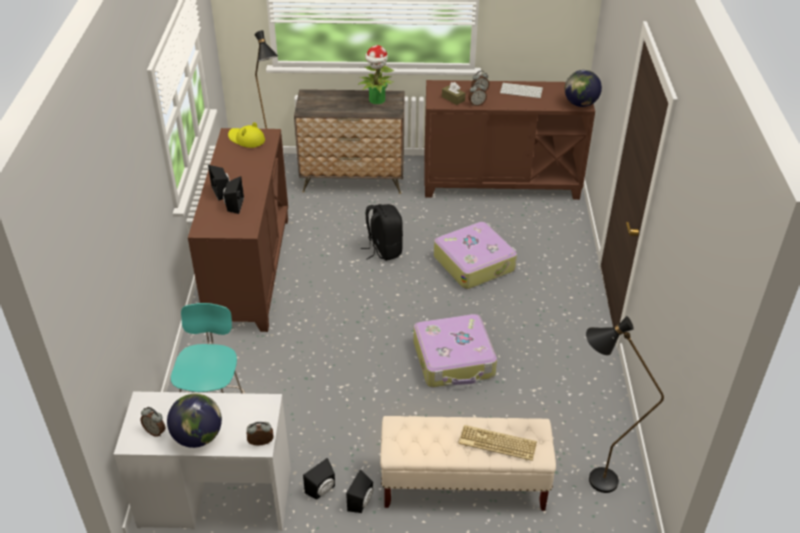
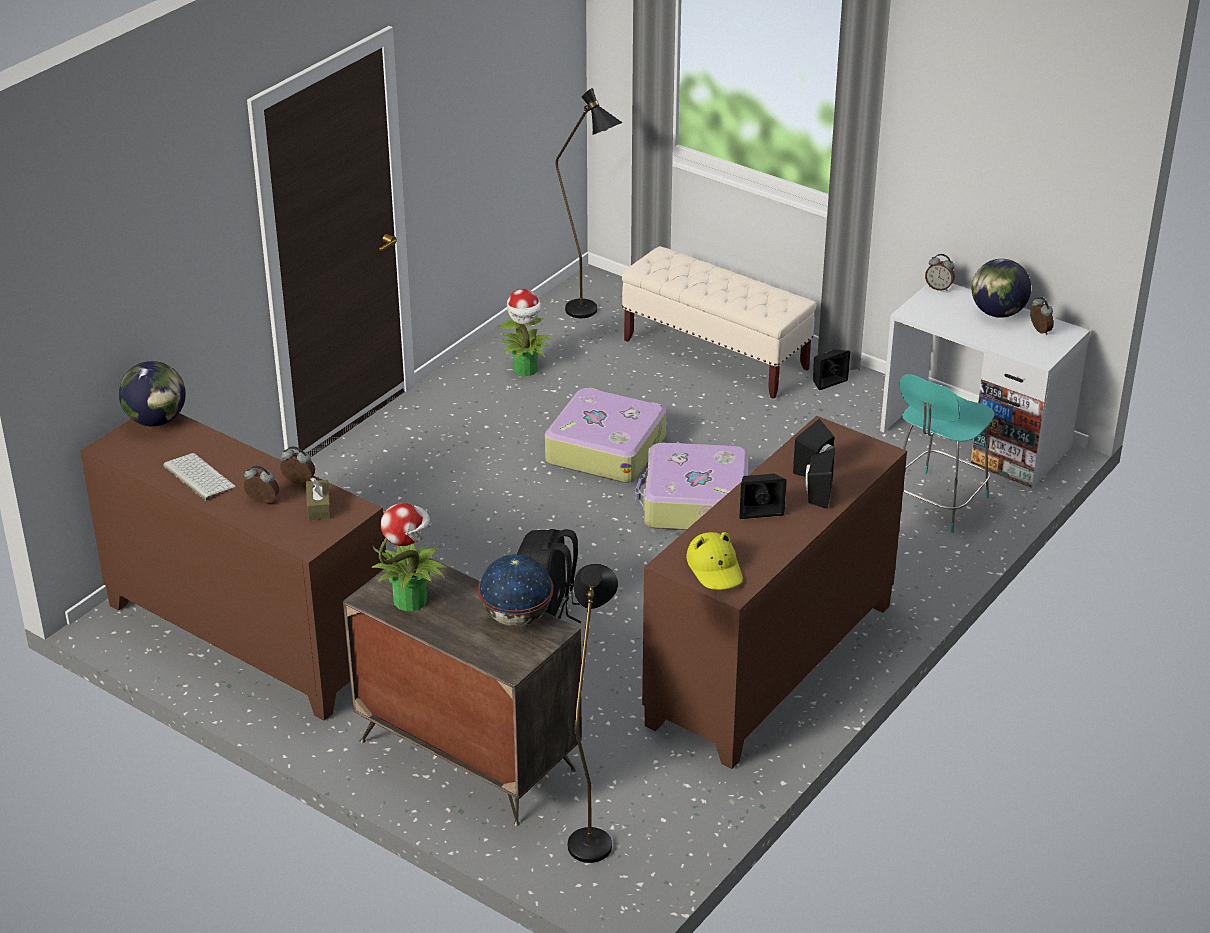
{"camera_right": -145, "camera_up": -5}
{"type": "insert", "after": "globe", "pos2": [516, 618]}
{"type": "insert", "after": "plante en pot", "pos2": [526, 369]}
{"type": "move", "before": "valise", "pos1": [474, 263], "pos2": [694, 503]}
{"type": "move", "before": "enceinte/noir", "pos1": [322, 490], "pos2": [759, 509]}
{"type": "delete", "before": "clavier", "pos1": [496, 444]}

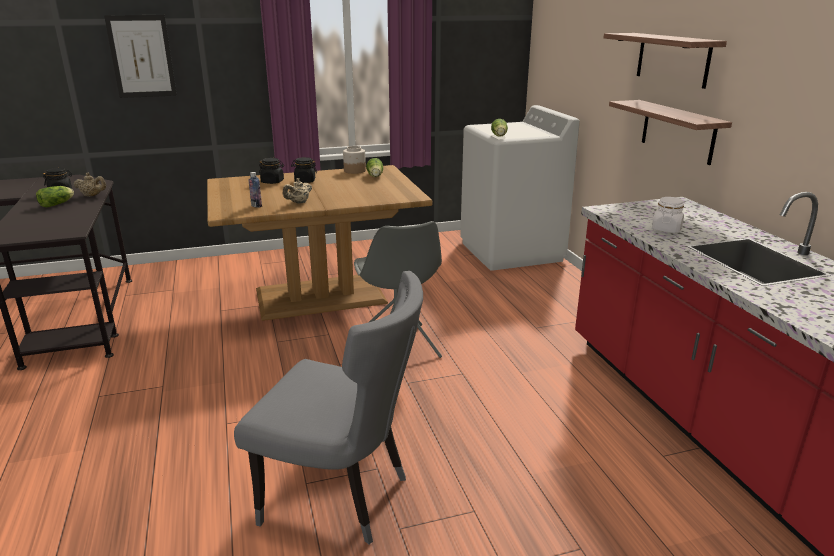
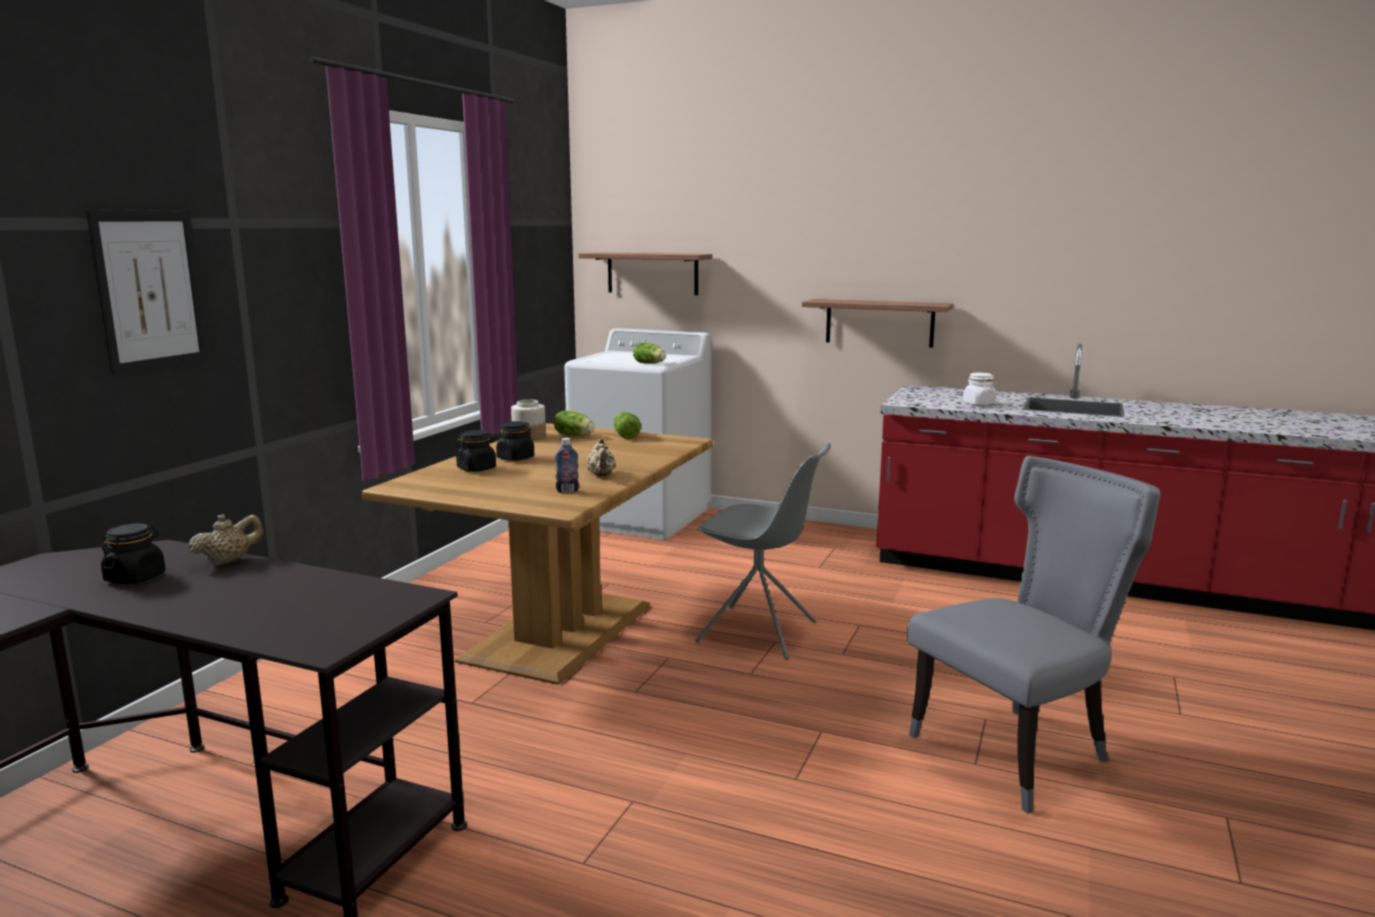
{"camera_right": -50, "camera_up": -10}
{"type": "move", "before": "étagère", "pos1": [672, 59], "pos2": [652, 273]}
{"type": "move", "before": "laitue", "pos1": [58, 204], "pos2": [625, 435]}

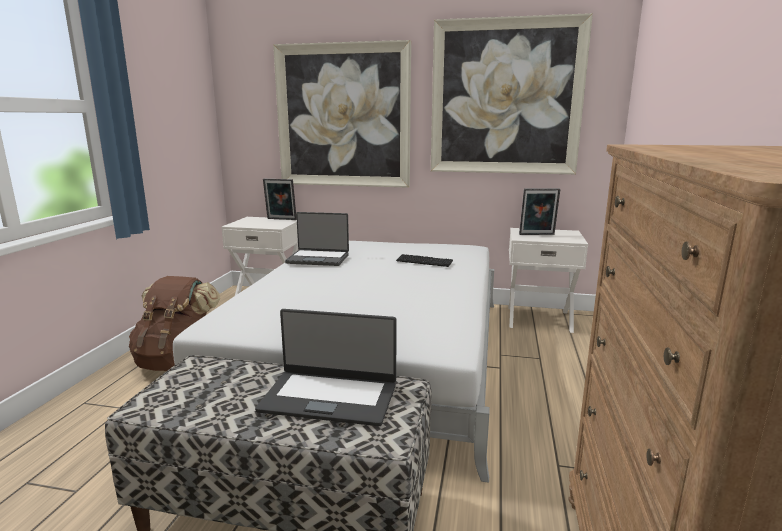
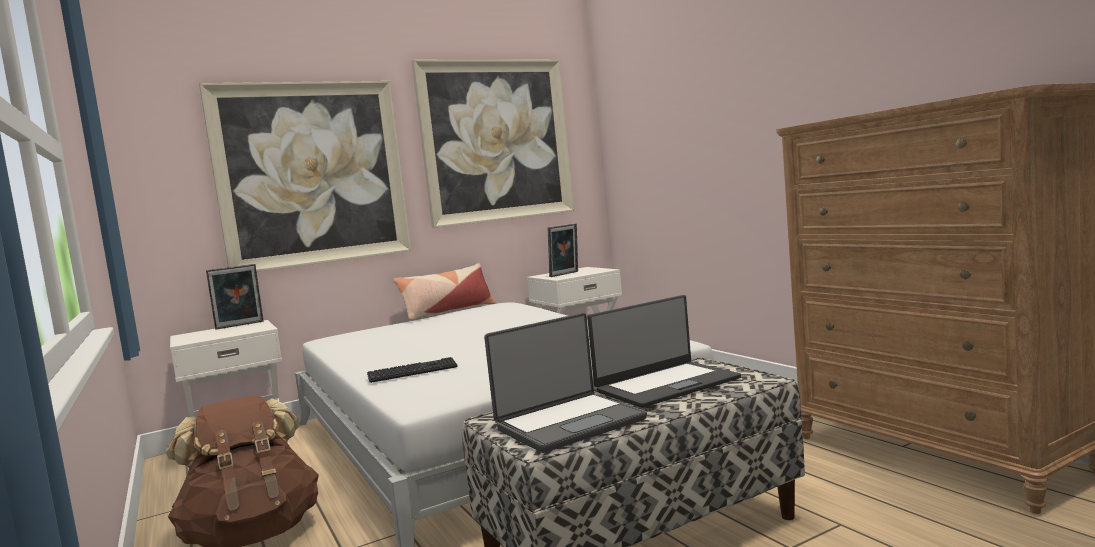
{"camera_right": -40, "camera_up": -10}
{"type": "move", "before": "clavier", "pos1": [424, 262], "pos2": [412, 372]}
{"type": "insert", "after": "coussin", "pos2": [448, 311]}
{"type": "move", "before": "ordinateur portable", "pos1": [318, 259], "pos2": [568, 423]}

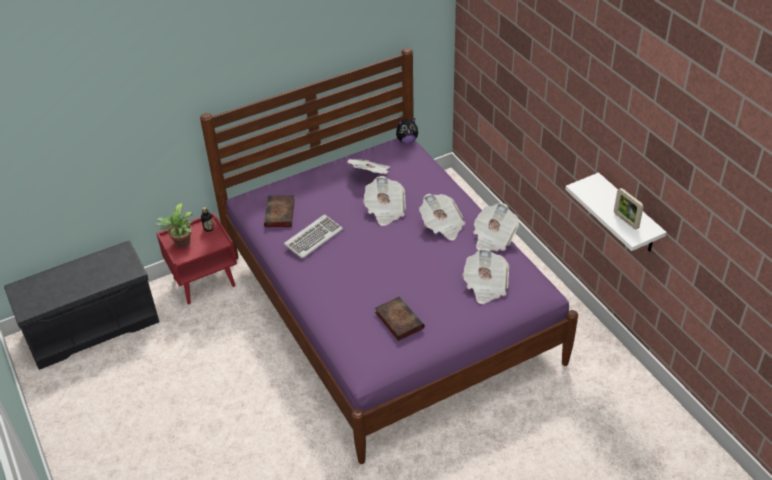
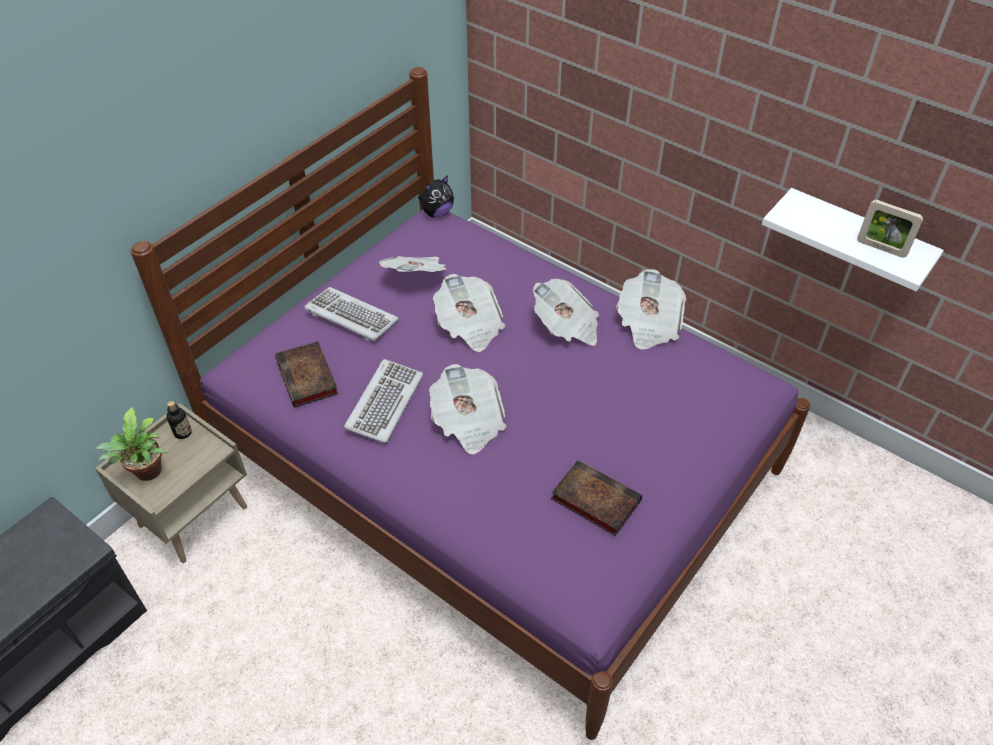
{"camera_right": -25, "camera_up": 5}
{"type": "recolor", "before": "table de chevet/rouge", "after": "table de chevet/beige", "pos1": [204, 281], "pos2": [193, 515]}
{"type": "insert", "after": "clavier", "pos2": [350, 317]}
{"type": "move", "before": "journal", "pos1": [485, 286], "pos2": [468, 422]}

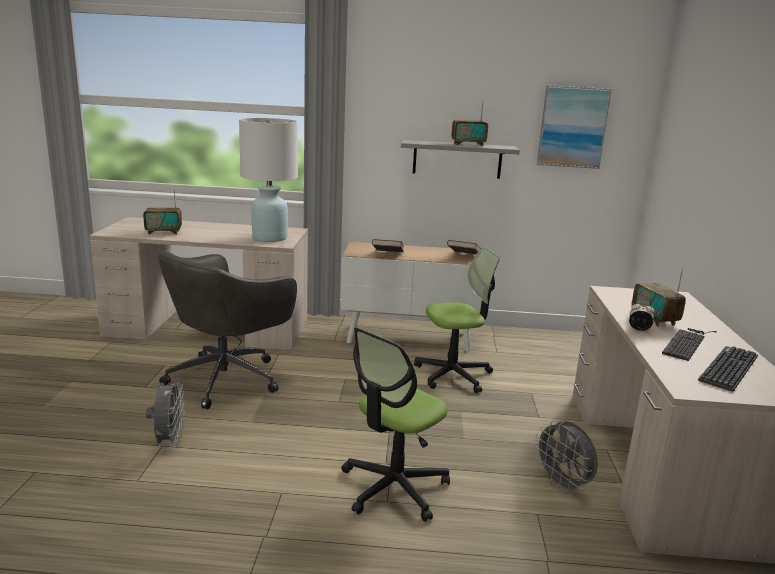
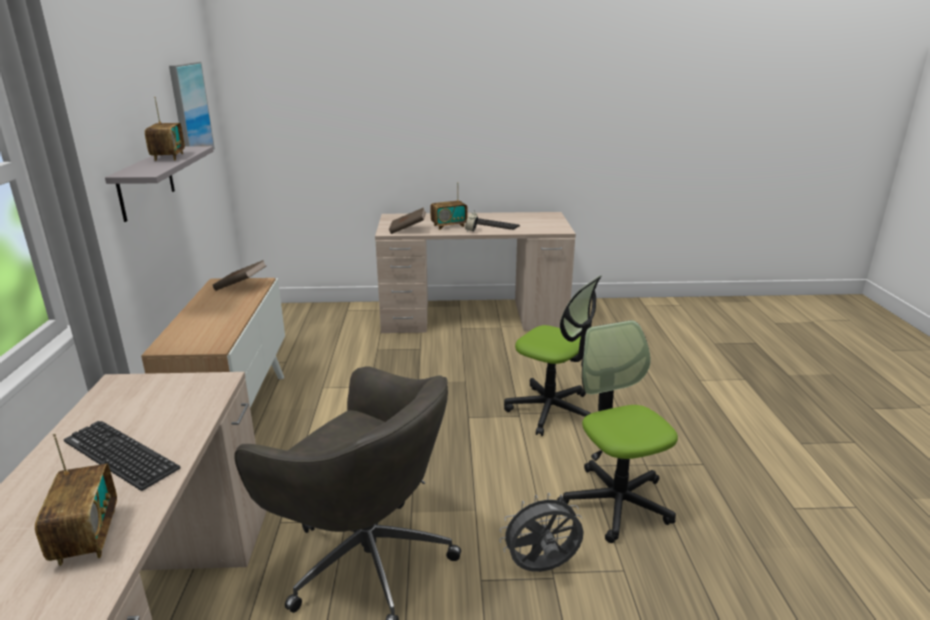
{"camera_right": -95, "camera_up": 5}
{"type": "move", "before": "clavier", "pos1": [728, 368], "pos2": [120, 455]}
{"type": "move", "before": "livre/marron", "pos1": [387, 255], "pos2": [408, 230]}
{"type": "move", "before": "chaise de bureau", "pos1": [453, 374], "pos2": [616, 502]}
{"type": "delete", "before": "lampe de table/blanc", "pos1": [270, 238]}
{"type": "delete", "before": "ventilateur/gris", "pos1": [562, 485]}

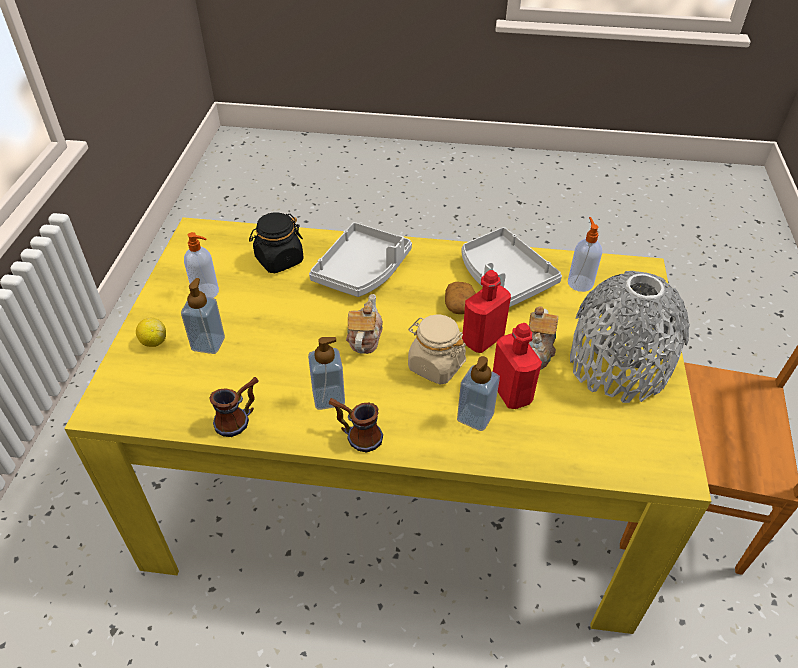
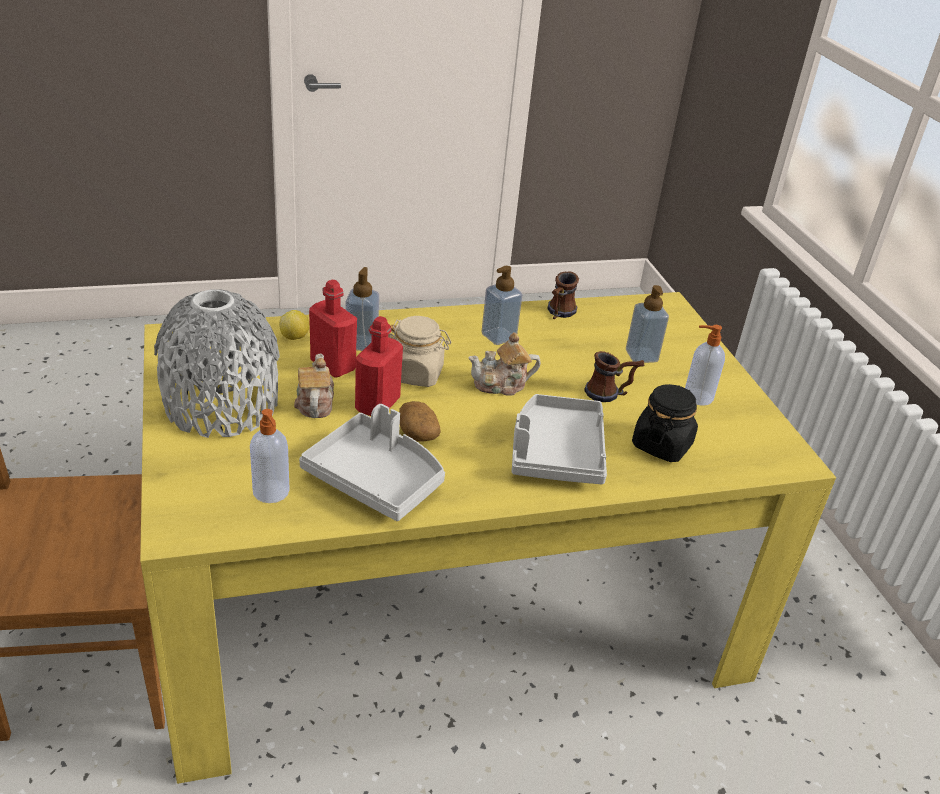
{"camera_right": 155, "camera_up": -10}
{"type": "move", "before": "citron", "pos1": [154, 342], "pos2": [295, 337]}
{"type": "rotate", "before": "théière", "pos1": [364, 338], "pos2": [501, 385], "turn": 90}
{"type": "move", "before": "mug", "pos1": [356, 435], "pos2": [610, 394]}

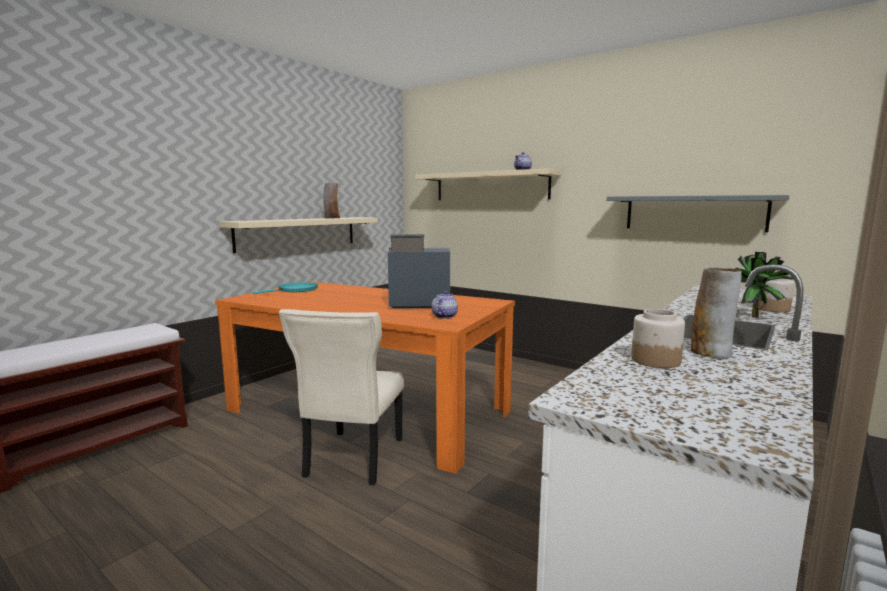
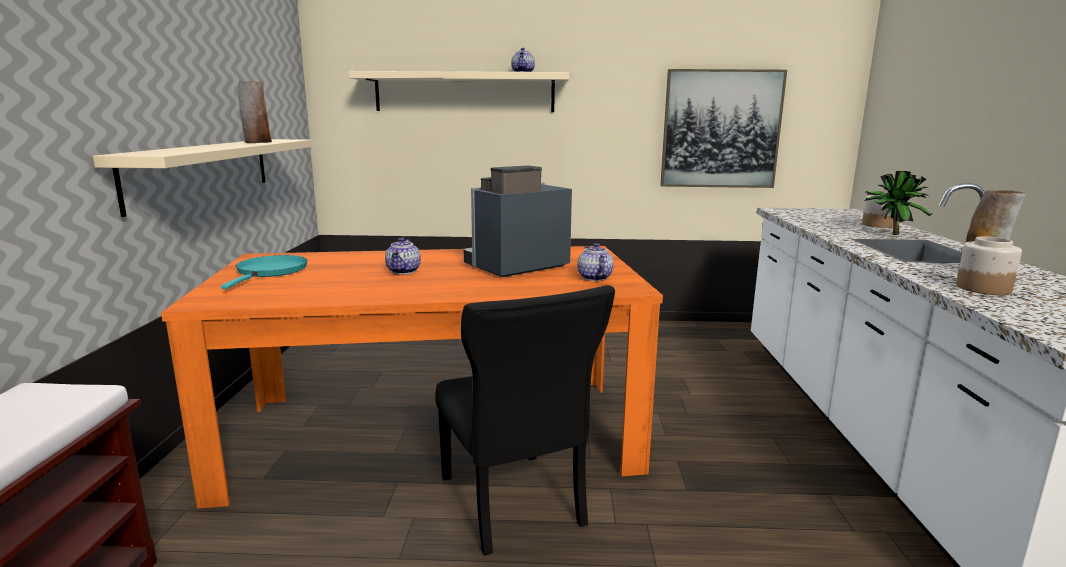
{"camera_right": -35, "camera_up": 5}
{"type": "insert", "after": "théière", "pos2": [404, 271]}
{"type": "recolor", "before": "chaise/beige", "after": "chaise/noir", "pos1": [352, 459], "pos2": [513, 504]}
{"type": "replace", "before": "étagère/gris", "after": "tableau", "pos1": [693, 213], "pos2": [721, 129]}

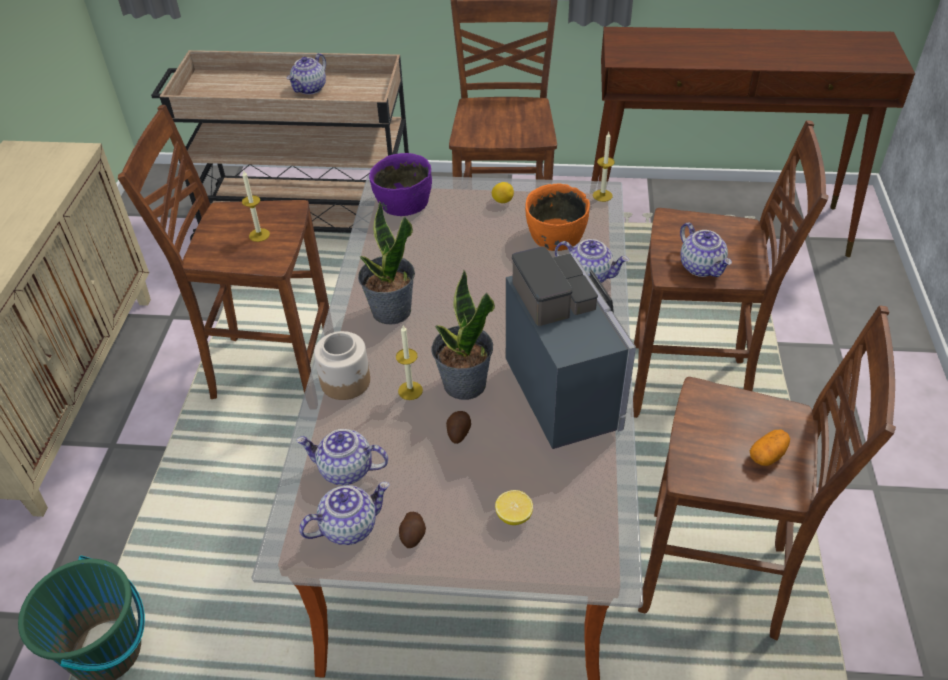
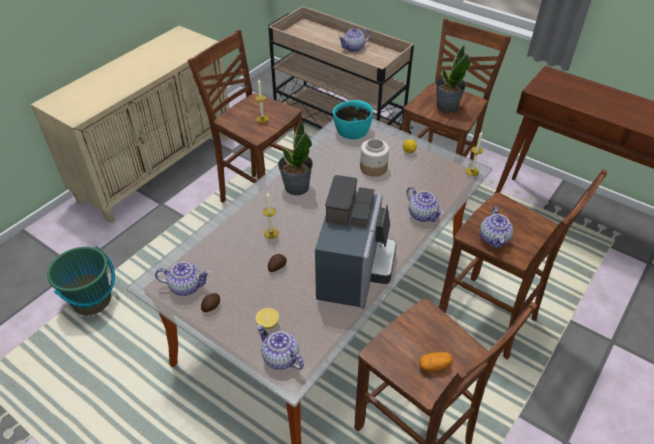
{"camera_right": 30, "camera_up": 0}
{"type": "move", "before": "théière", "pos1": [345, 470], "pos2": [280, 358]}
{"type": "recolor", "before": "bol/violet", "after": "bol/turquoise", "pos1": [402, 203], "pos2": [351, 131]}
{"type": "move", "before": "bocal", "pos1": [346, 381], "pos2": [374, 168]}
{"type": "move", "before": "plante en pot", "pos1": [464, 384], "pos2": [446, 107]}
{"type": "delete", "before": "bol/orange", "pos1": [555, 236]}

